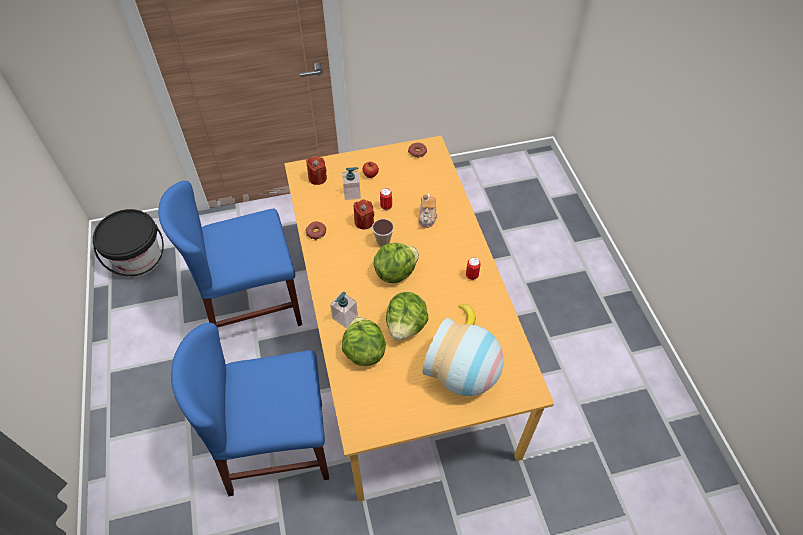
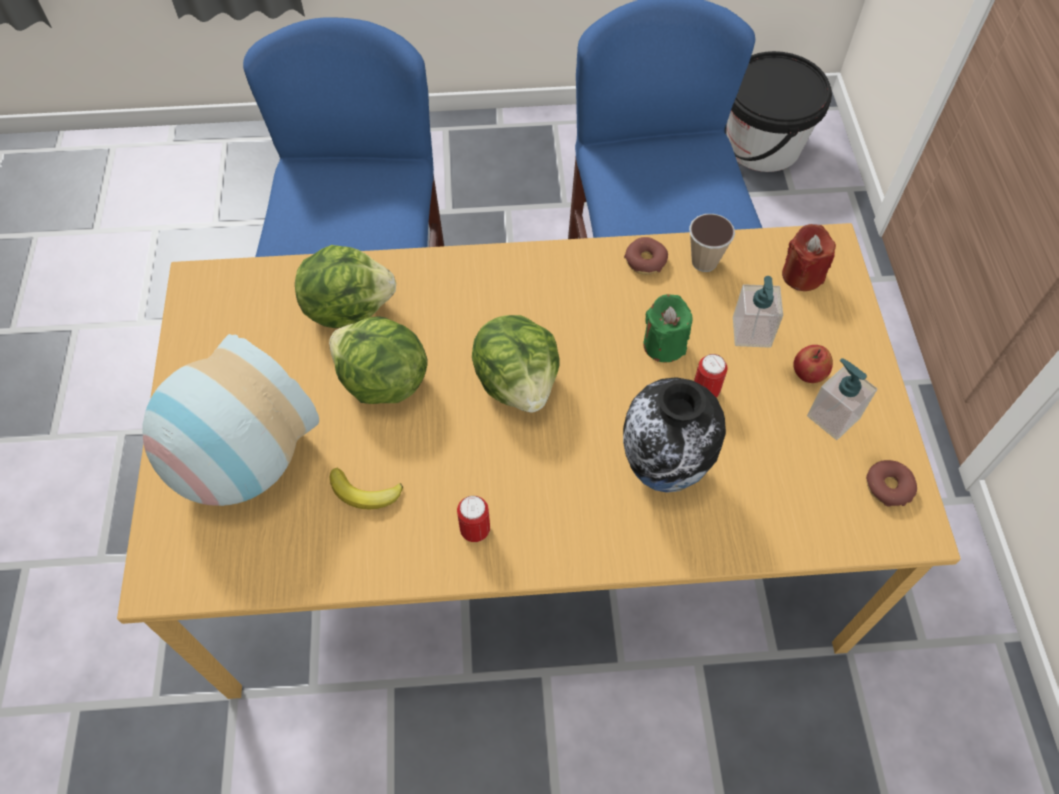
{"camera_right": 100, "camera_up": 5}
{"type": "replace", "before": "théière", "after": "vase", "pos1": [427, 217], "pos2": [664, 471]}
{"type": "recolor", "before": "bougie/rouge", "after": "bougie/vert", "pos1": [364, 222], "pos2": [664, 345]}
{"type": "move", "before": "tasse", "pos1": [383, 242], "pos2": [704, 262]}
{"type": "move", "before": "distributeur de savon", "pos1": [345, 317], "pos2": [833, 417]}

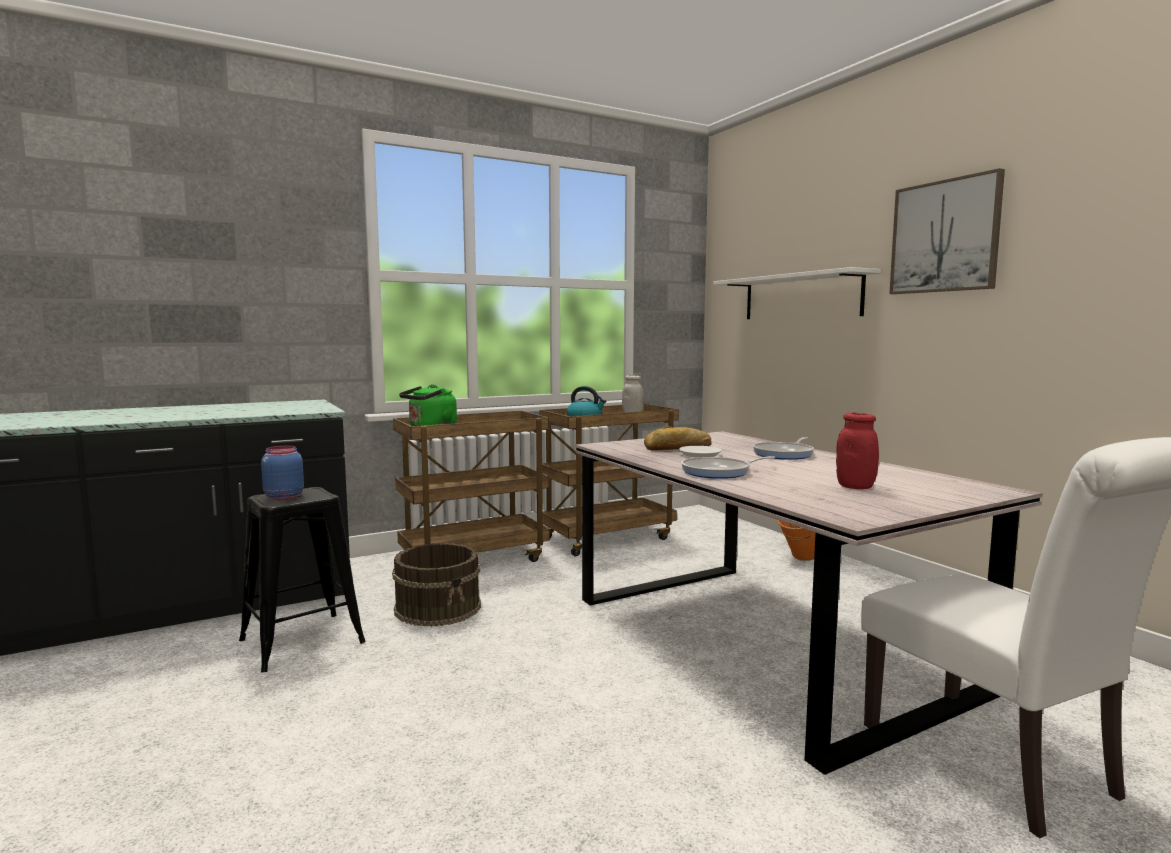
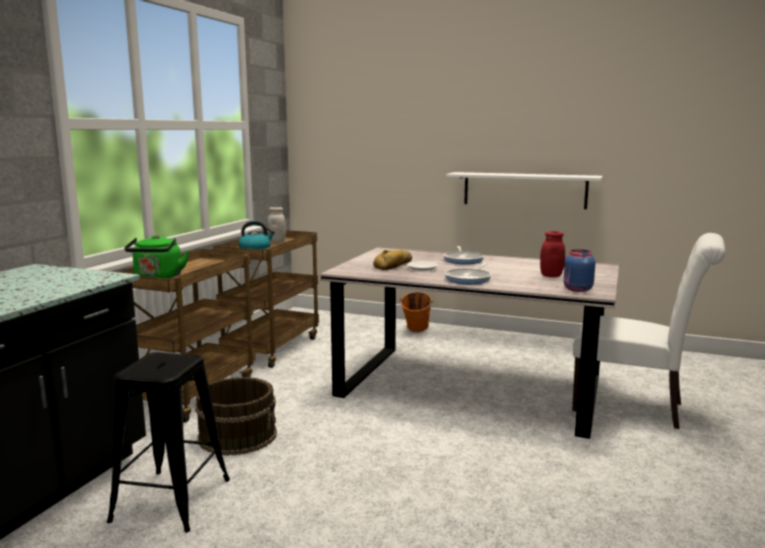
{"camera_right": -40, "camera_up": 5}
{"type": "move", "before": "étagère/blanc", "pos1": [801, 297], "pos2": [524, 190]}
{"type": "move", "before": "bocal/bleu", "pos1": [283, 497], "pos2": [577, 289]}
{"type": "delete", "before": "tableau", "pos1": [945, 236]}

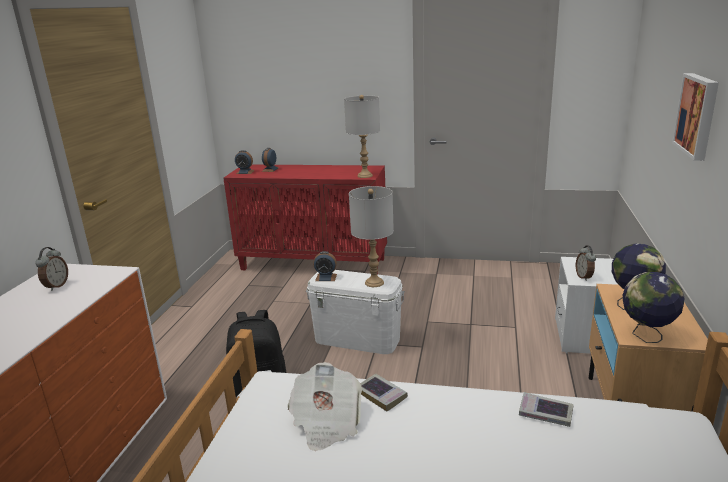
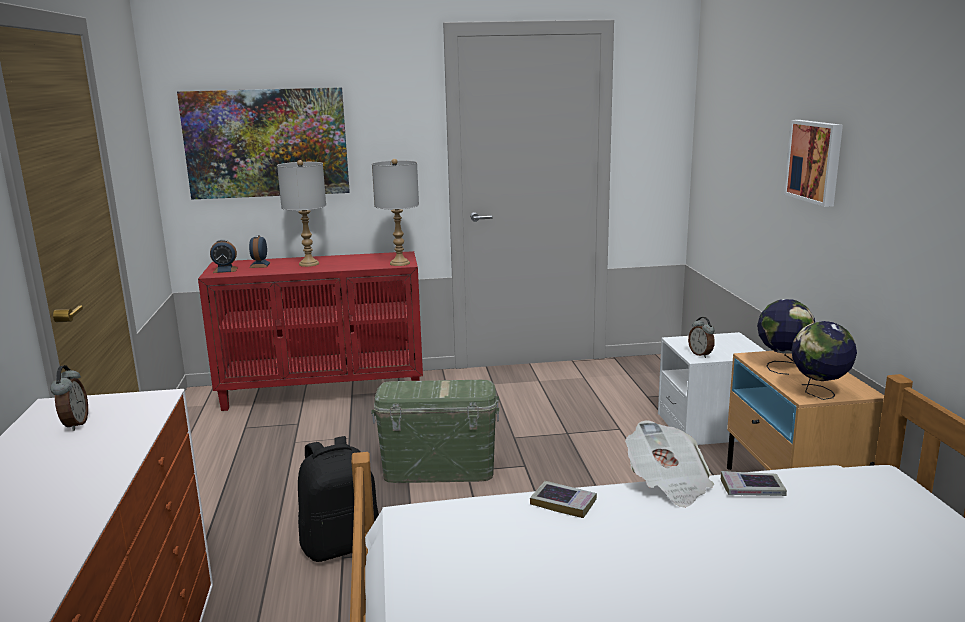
{"camera_right": -20, "camera_up": -5}
{"type": "insert", "after": "tableau", "pos2": [266, 143]}
{"type": "move", "before": "lampe de table/gris", "pos1": [374, 282], "pos2": [309, 264]}
{"type": "recolor", "before": "boîte de rangement/blanc", "after": "boîte de rangement/vert", "pos1": [357, 339], "pos2": [439, 469]}
{"type": "move", "before": "journal", "pos1": [326, 423], "pos2": [668, 484]}
{"type": "delete", "before": "réveil", "pos1": [326, 277]}

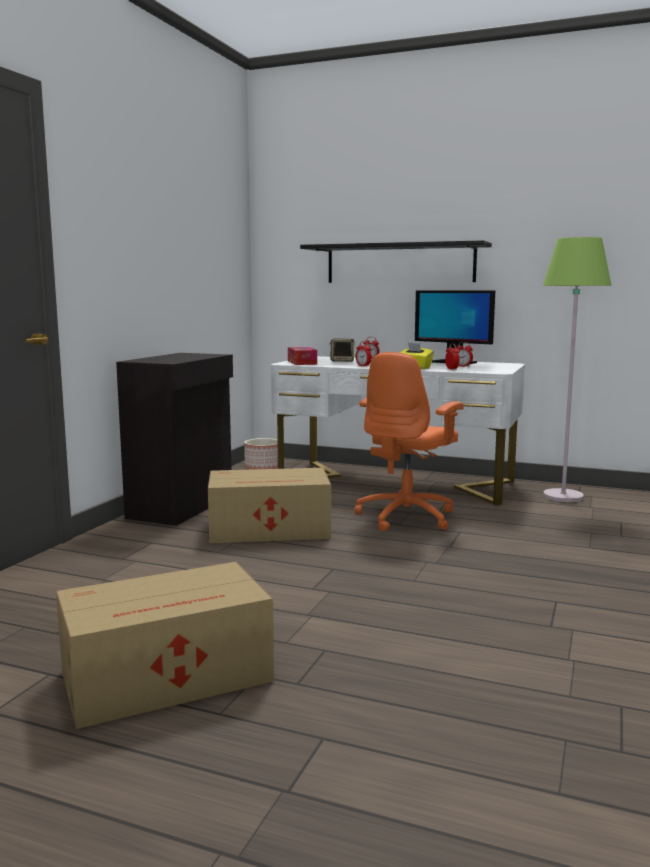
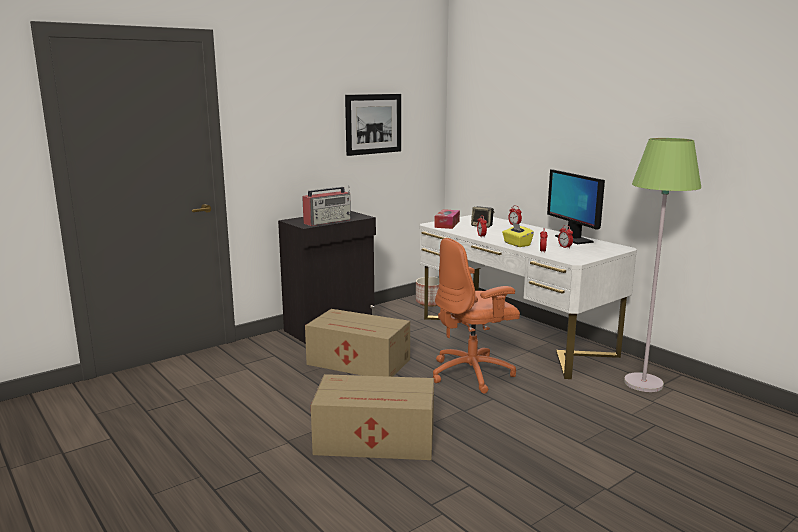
{"camera_right": 30, "camera_up": 5}
{"type": "insert", "after": "radio", "pos2": [328, 221]}
{"type": "move", "before": "carton", "pos1": [170, 676], "pos2": [377, 439]}
{"type": "insert", "after": "tableau", "pos2": [373, 124]}
{"type": "delete", "before": "étagère/noir", "pos1": [400, 263]}

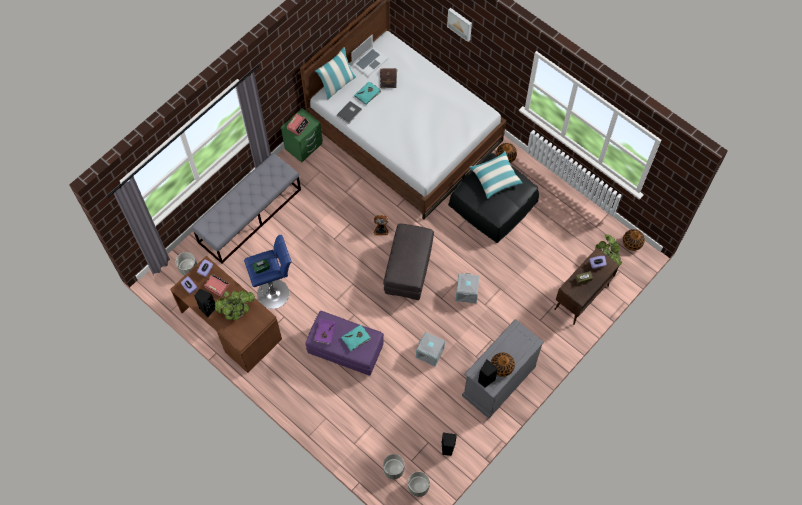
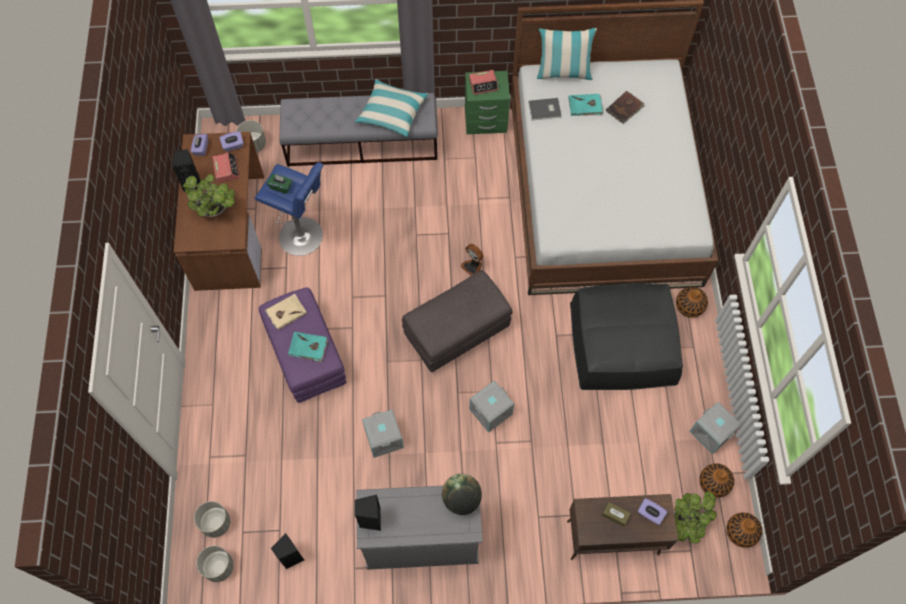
{"camera_right": 45, "camera_up": 0}
{"type": "recolor", "before": "livre/violet", "after": "livre/beige", "pos1": [324, 332], "pos2": [286, 312]}
{"type": "move", "before": "coussin", "pos1": [495, 178], "pos2": [392, 113]}
{"type": "insert", "after": "globe", "pos2": [461, 499]}
{"type": "insert", "after": "boîte de rangement/gris", "pos2": [712, 432]}
{"type": "move", "before": "vase", "pos1": [501, 367], "pos2": [713, 483]}
{"type": "delete", "before": "ordinateur portable", "pos1": [369, 61]}
{"type": "delete", "before": "tableau", "pos1": [460, 23]}

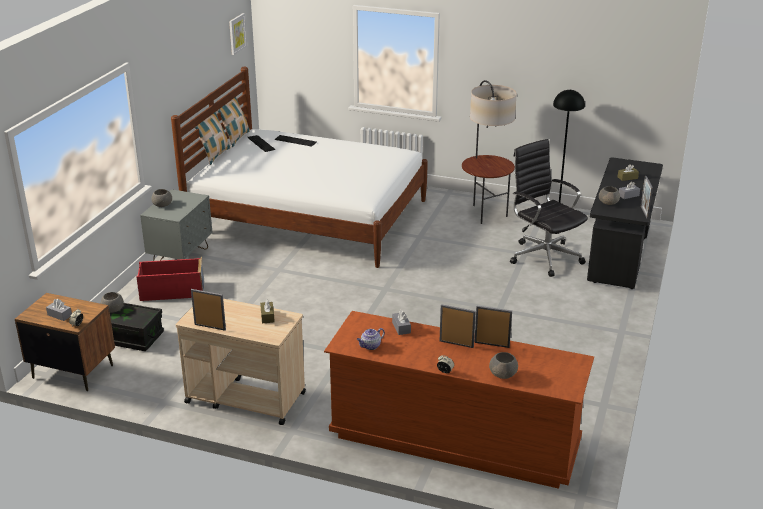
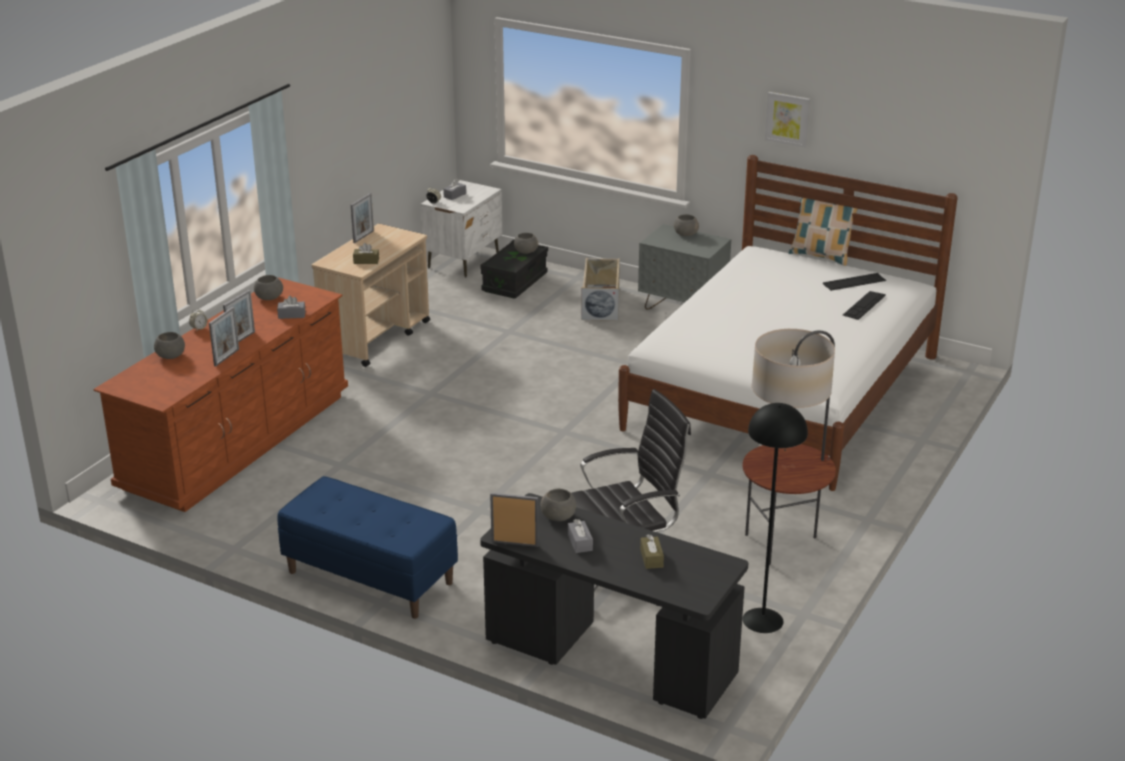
{"camera_right": 100, "camera_up": 0}
{"type": "replace", "before": "théière", "after": "bol/gris", "pos1": [370, 346], "pos2": [268, 297]}
{"type": "insert", "after": "banc/bleu", "pos2": [369, 577]}
{"type": "recolor", "before": "table de chevet/marron", "after": "table de chevet/blanc", "pos1": [72, 371], "pos2": [464, 261]}
{"type": "recolor", "before": "boîte de rangement/rouge", "after": "boîte de rangement/beige", "pos1": [172, 292], "pos2": [600, 303]}
{"type": "move", "before": "tableau", "pos1": [237, 33], "pos2": [787, 119]}
{"type": "delete", "before": "coussin", "pos1": [235, 138]}

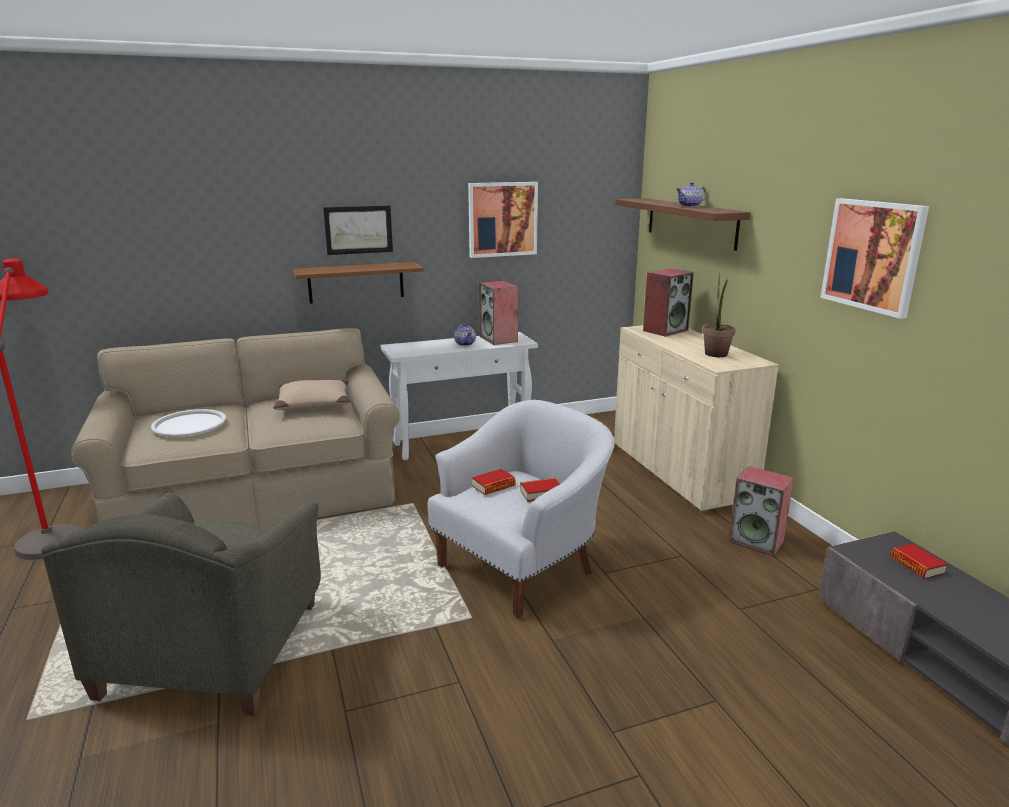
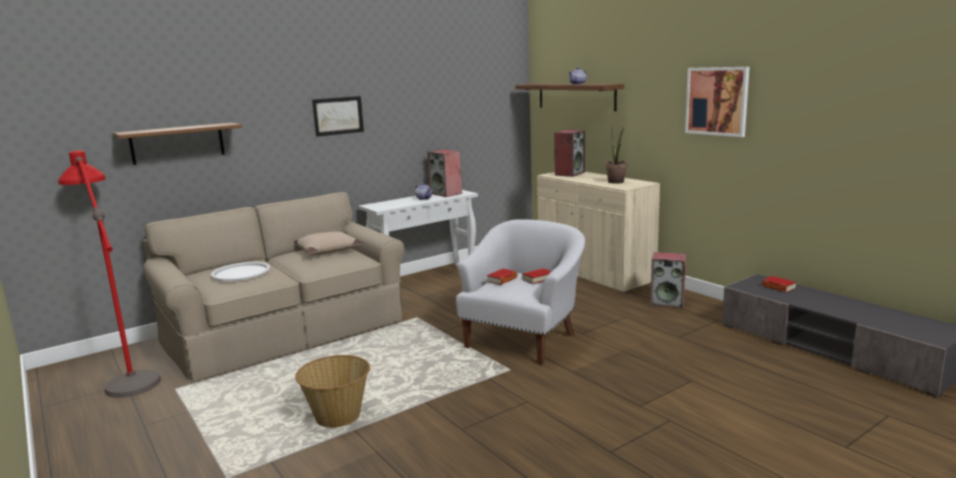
{"camera_right": -15, "camera_up": -5}
{"type": "move", "before": "étagère/marron", "pos1": [356, 282], "pos2": [177, 143]}
{"type": "replace", "before": "fauteuil/gris", "after": "panier", "pos1": [215, 649], "pos2": [338, 417]}
{"type": "delete", "before": "tableau", "pos1": [502, 219]}

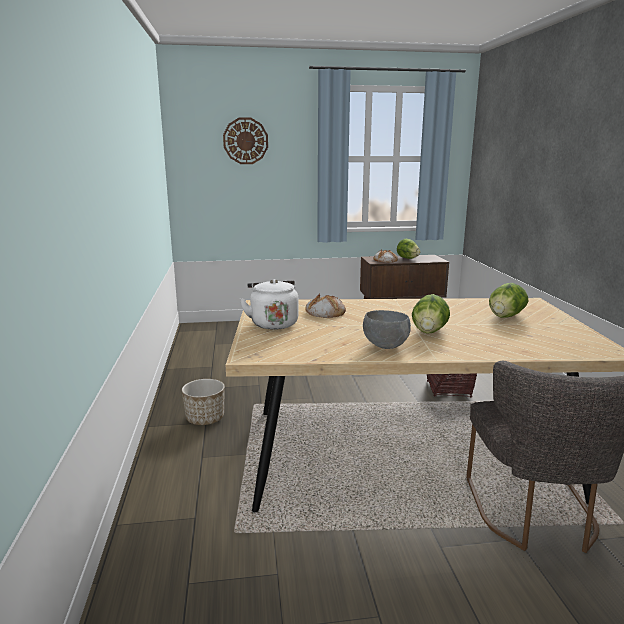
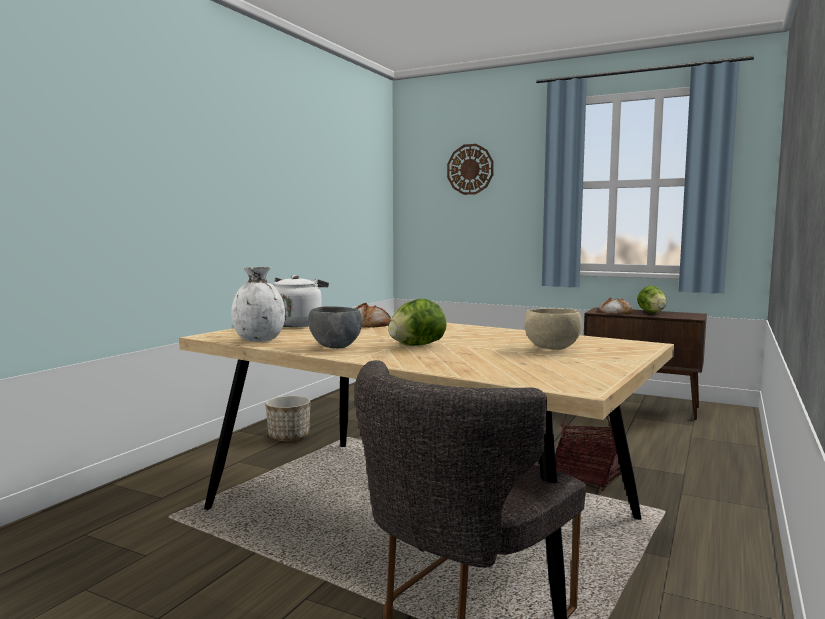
{"camera_right": 35, "camera_up": -10}
{"type": "insert", "after": "vase/blanc", "pos2": [259, 340]}
{"type": "replace", "before": "laitue", "after": "bol/beige", "pos1": [505, 317], "pos2": [552, 349]}

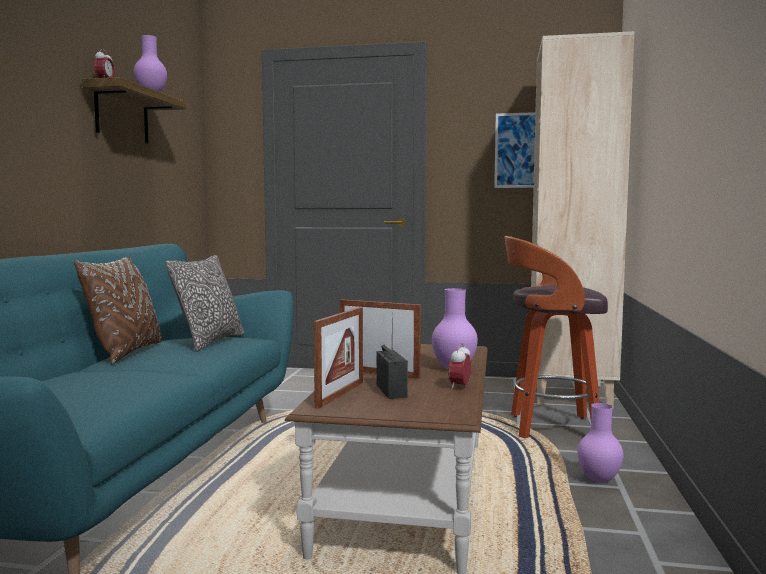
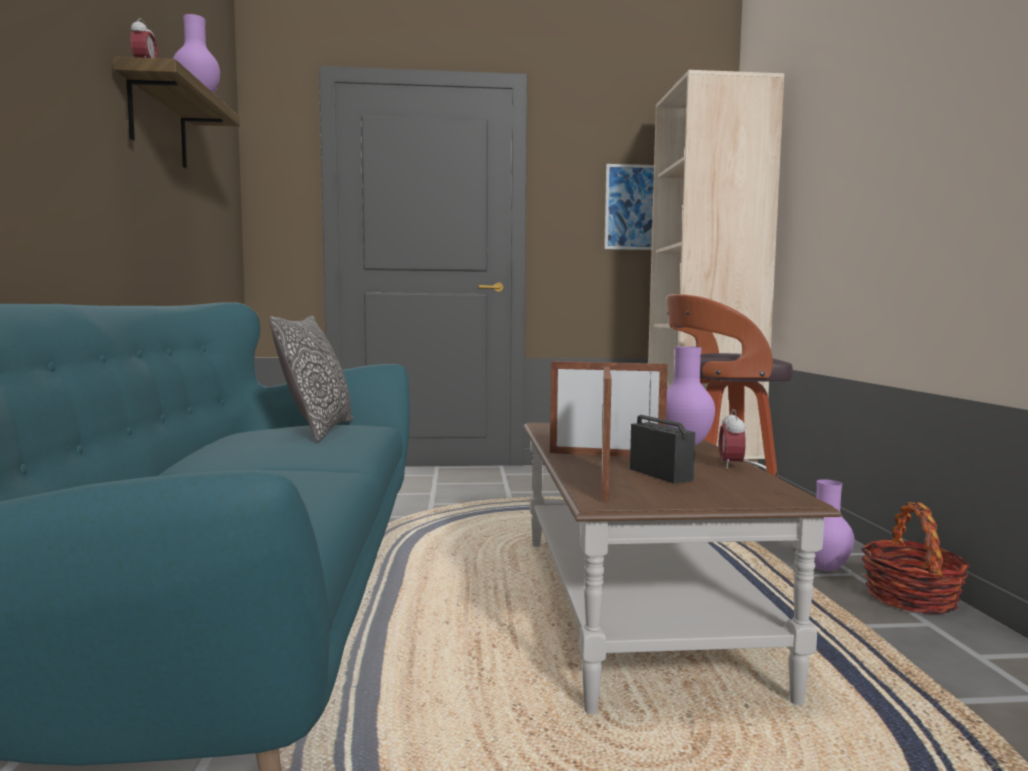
{"camera_right": -15, "camera_up": 0}
{"type": "insert", "after": "panier", "pos2": [911, 598]}
{"type": "delete", "before": "coussin/marron", "pos1": [126, 353]}

